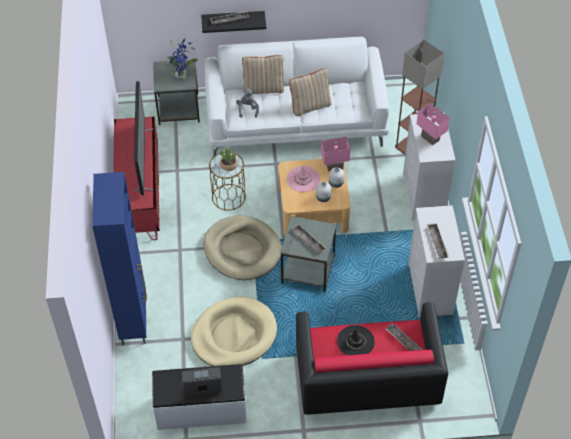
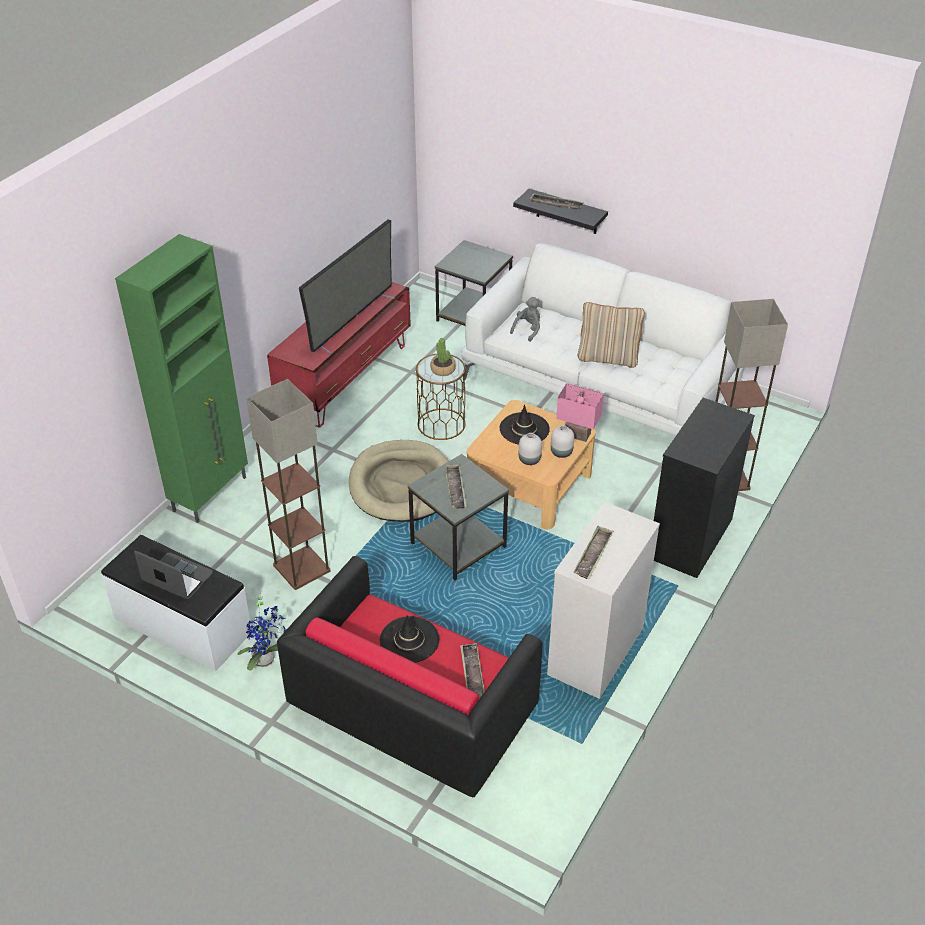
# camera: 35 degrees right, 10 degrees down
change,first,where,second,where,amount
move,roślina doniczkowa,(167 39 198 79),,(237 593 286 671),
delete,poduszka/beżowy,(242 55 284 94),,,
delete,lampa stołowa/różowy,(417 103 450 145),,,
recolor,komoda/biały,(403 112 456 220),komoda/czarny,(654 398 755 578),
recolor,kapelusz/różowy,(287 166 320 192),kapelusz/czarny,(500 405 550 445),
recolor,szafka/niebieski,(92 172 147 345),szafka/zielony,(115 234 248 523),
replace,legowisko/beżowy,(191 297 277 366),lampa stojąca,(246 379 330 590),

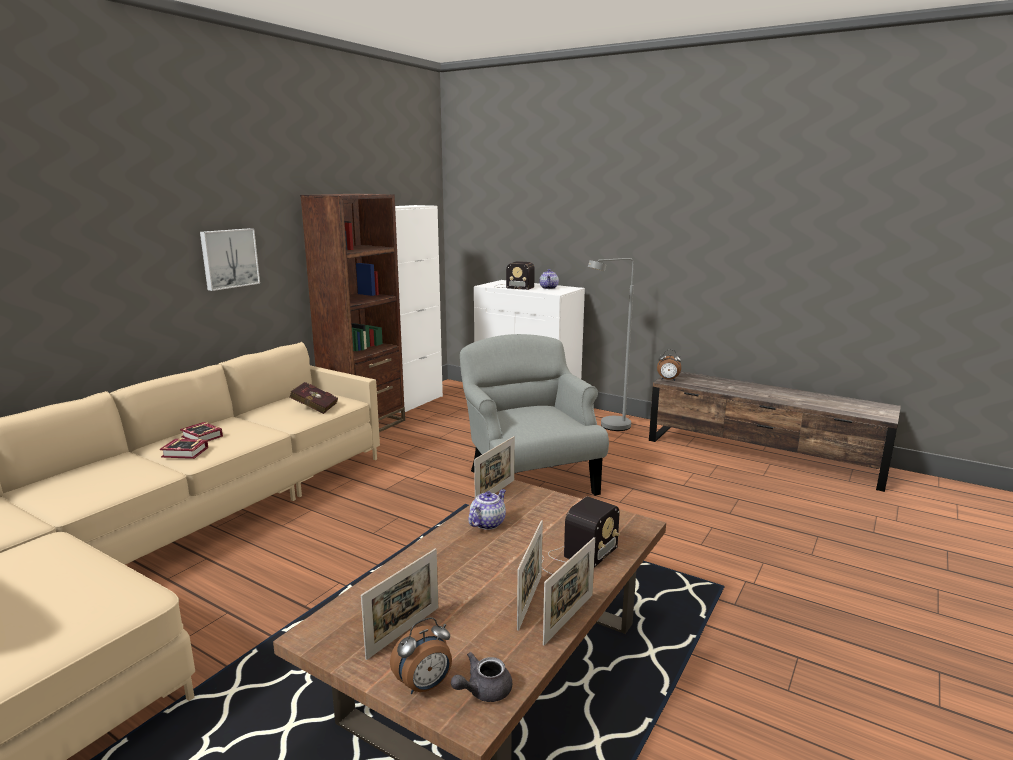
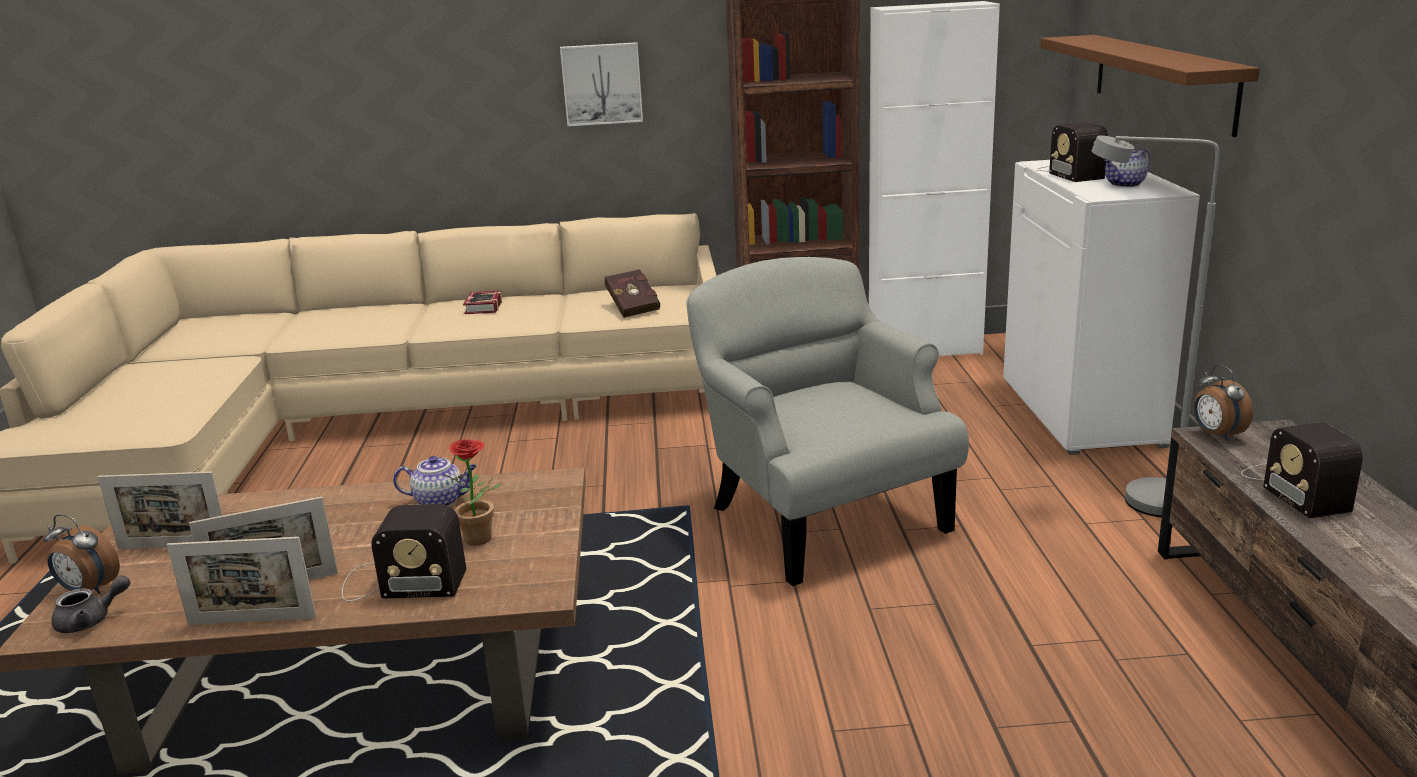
# camera: 55 degrees right, 5 degrees up
change,first,where,second,where,amount
rotate,fotel/szary,(460 334 609 496),,(686 257 969 586),60 degrees counterclockwise
delete,ramka na zdjęcie,(474 436 515 499),,,
delete,książka,(160 438 208 459),,,
rotate,imbryk/szary,(451 652 512 702),,(51 575 131 633),135 degrees clockwise
insert,,,półka/brązowy,(1040 35 1260 137),
insert,,,radio,(1241 422 1363 518),
insert,,,roślina doniczkowa,(442 439 502 546),

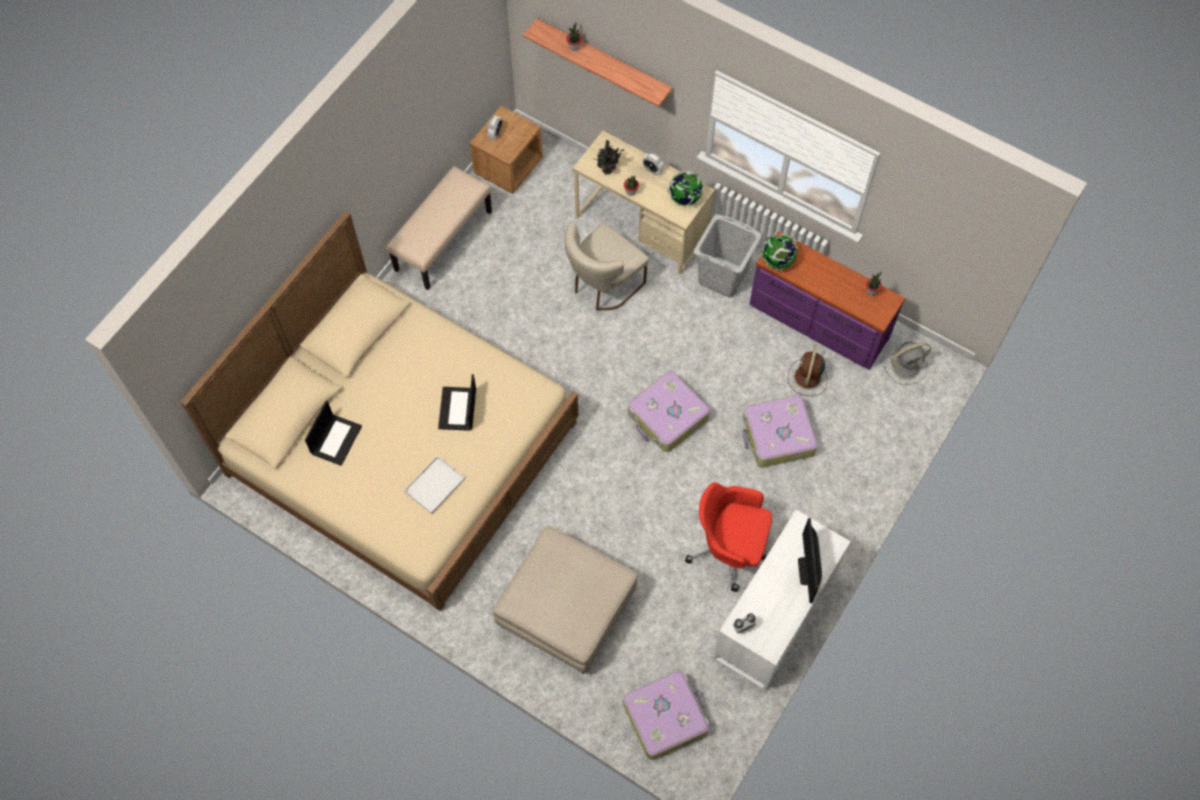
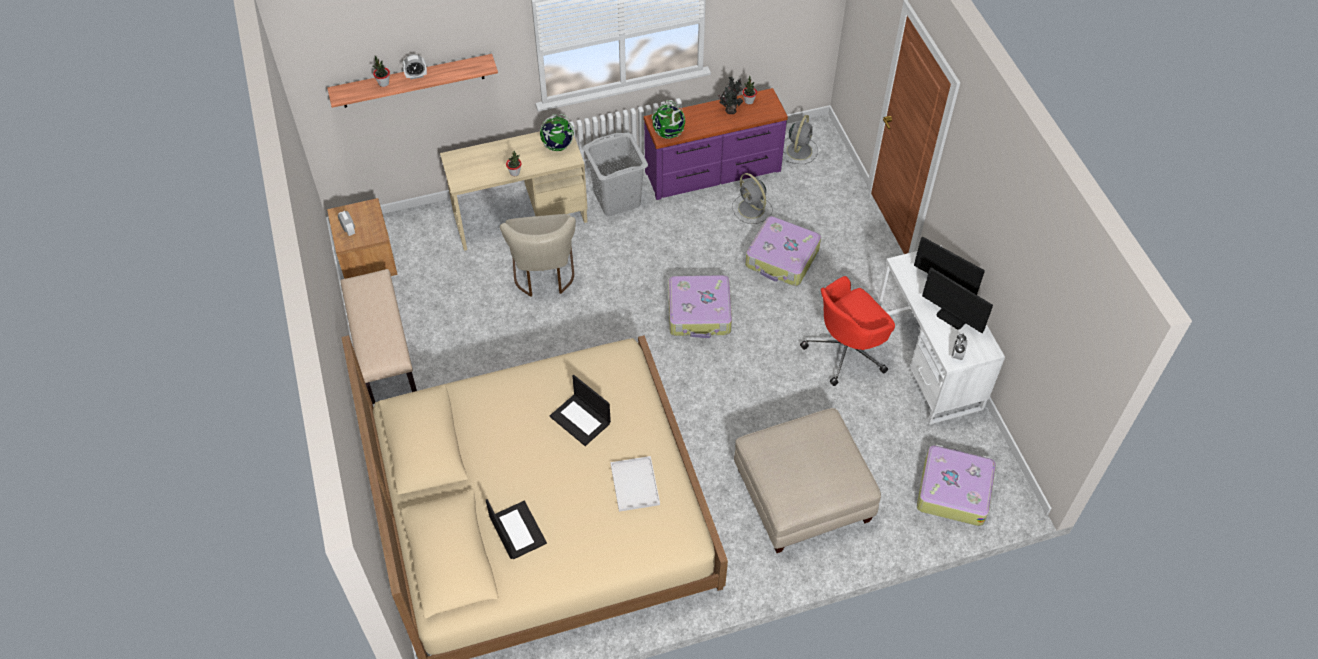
# camera: 50 degrees left, 10 degrees down
change,first,where,second,where,amount
move,roślina doniczkowa,(593 140 624 175),,(718 77 743 114),
move,budzik,(643 153 664 175),,(402 54 427 80),
recolor,wentylator/brązowy,(788 345 827 396),wentylator/szary,(732 173 773 224),
insert,,,monitor,(922 267 993 333),

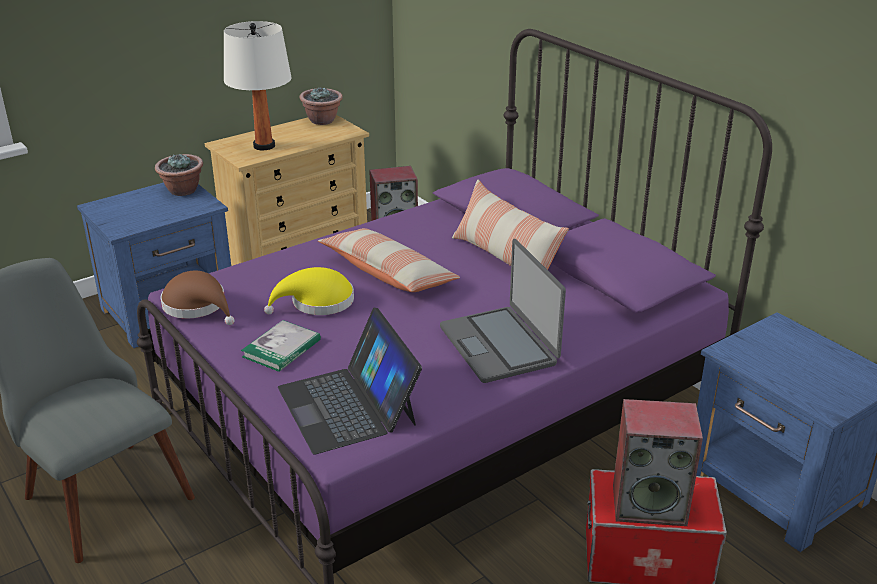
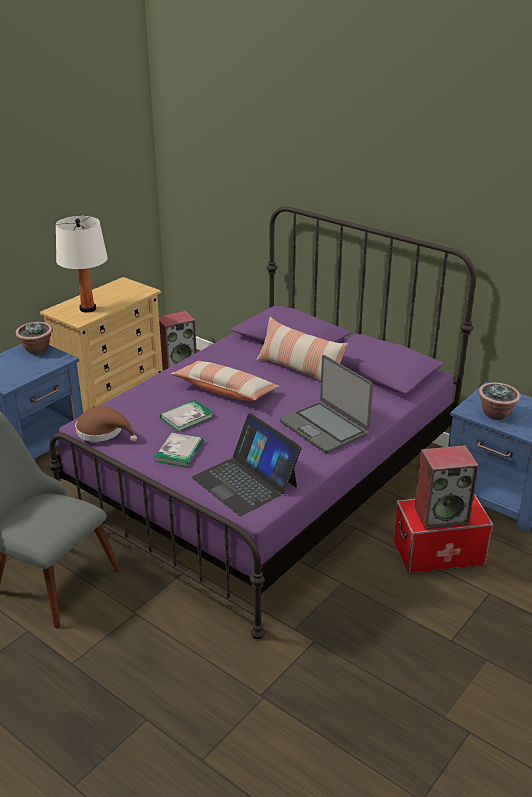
# camera: 15 degrees left, 0 degrees up
change,first,where,second,where,amount
move,roślina doniczkowa,(300 86 343 125),,(478 382 521 420),
replace,kapelusz/żółty,(264 267 354 315),książka,(160 400 214 432),

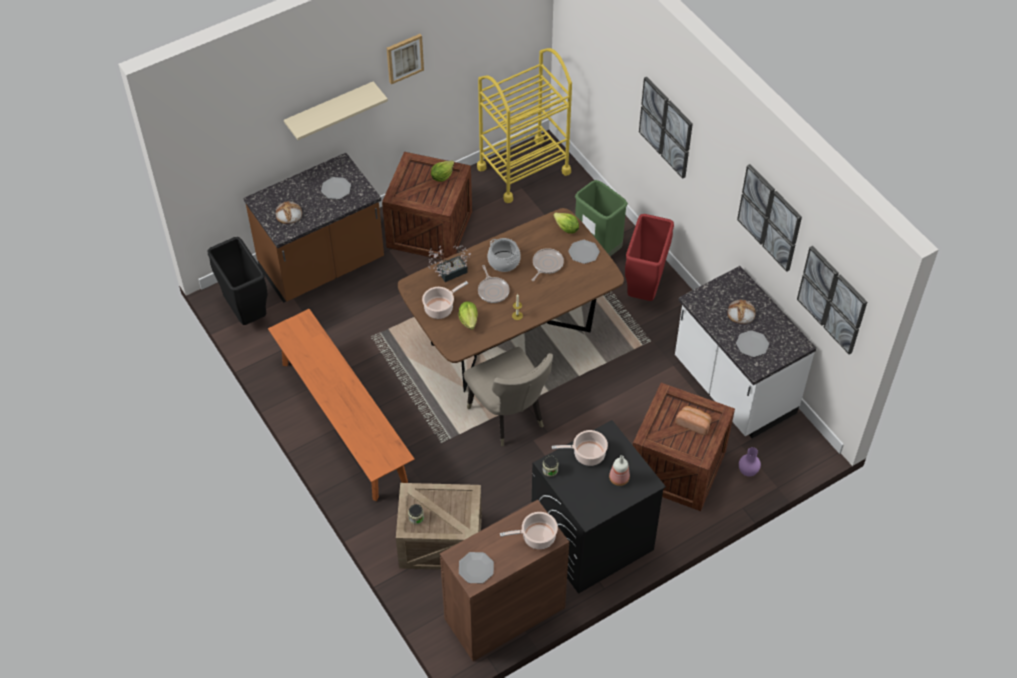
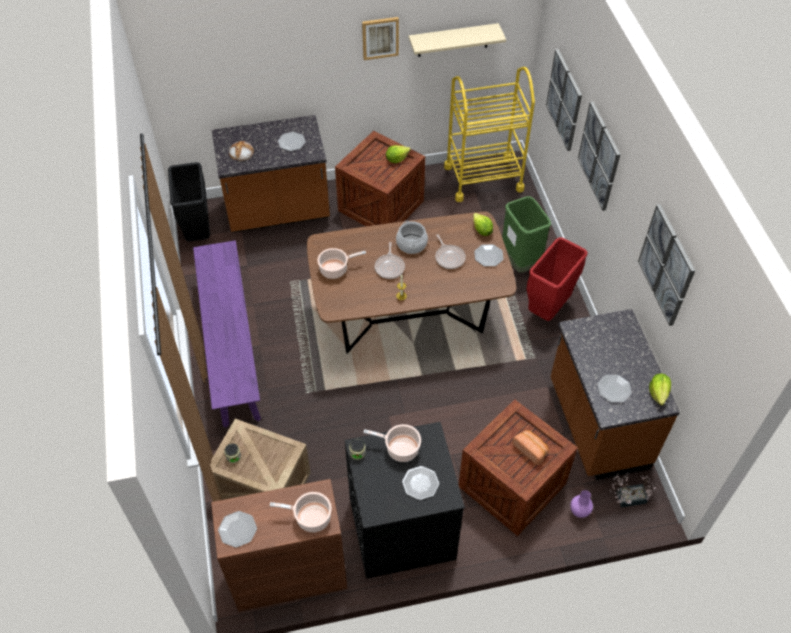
# camera: 20 degrees right, 0 degrees up
change,first,where,second,where,amount
move,półka/beżowy,(284 81 388 140),,(409 23 506 57),
move,roślina doniczkowa,(428 245 471 282),,(610 473 656 508),
move,obraz,(797 246 867 355),,(546 49 582 151),
rotate,patelnia,(532 248 564 281),,(435 234 466 269),105 degrees clockwise
recolor,zabudowa kuchenna/biały,(675 266 816 438),zabudowa kuchenna/brązowy,(550 309 680 480),
delete,chleb,(727 300 756 324),,,
move,sałata,(458 301 478 330),,(649 373 671 405),
recolor,ławka/pomarańczowy,(268 309 415 501),ławka/fioletowy,(193 240 261 428),
delete,krzesło/beżowy,(464 347 553 446),,,
replace,butelka,(609 455 630 486),talerz,(402 466 439 500),

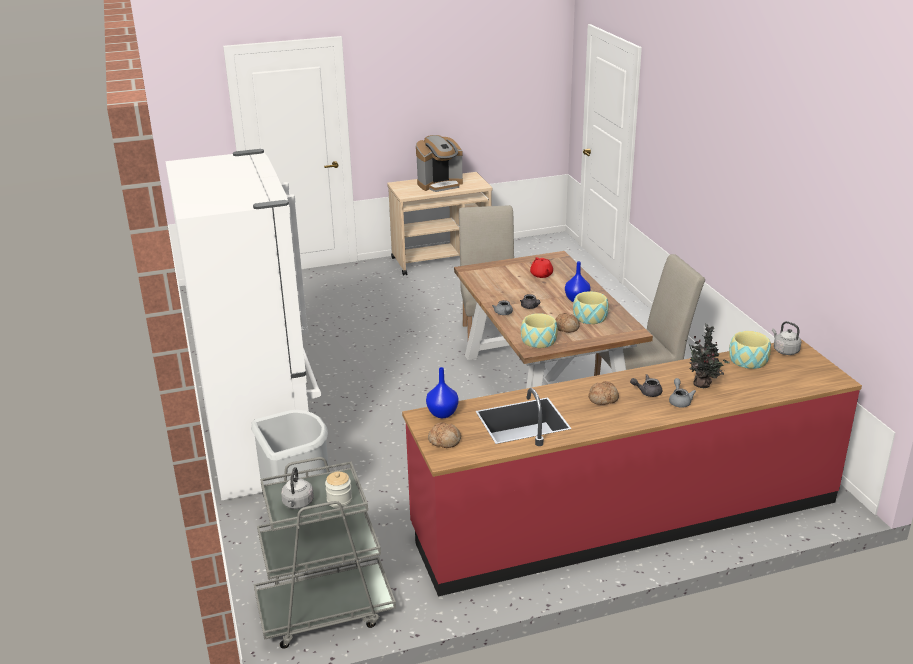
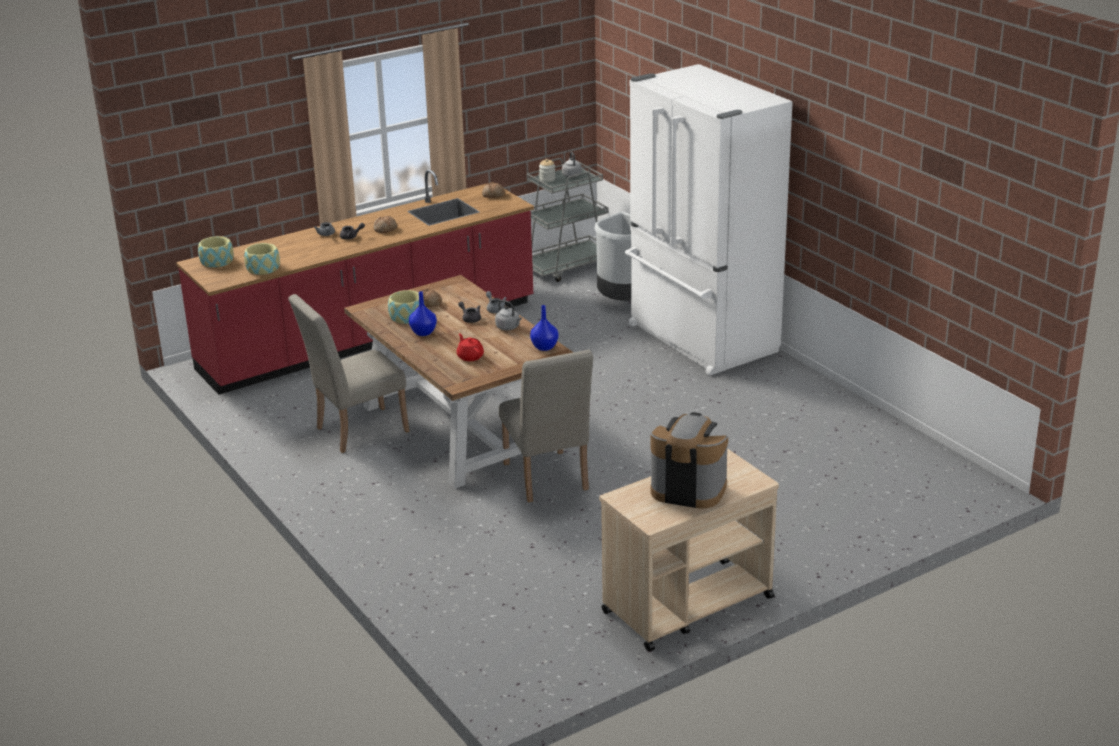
# camera: 165 degrees right, 0 degrees up
change,first,where,second,where,amount
rotate,ekspres do kawy,(416 135 463 192),,(650 412 728 509),60 degrees clockwise
move,miska,(521 313 558 348),,(198 236 233 267),
move,czajnik/szary,(772 321 801 355),,(495 300 522 330),
delete,roślina doniczkowa,(689 324 730 388),,,
move,wazon/niebieski,(426 367 459 418),,(530 305 559 351),

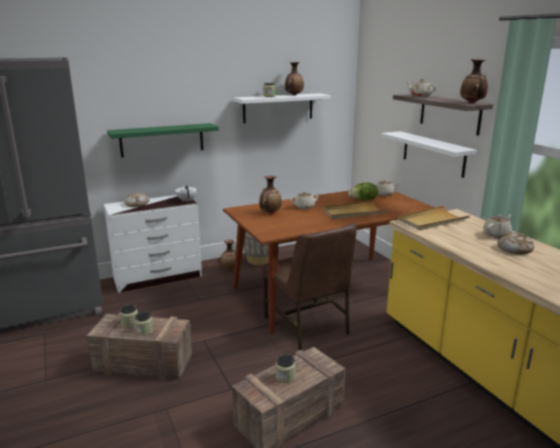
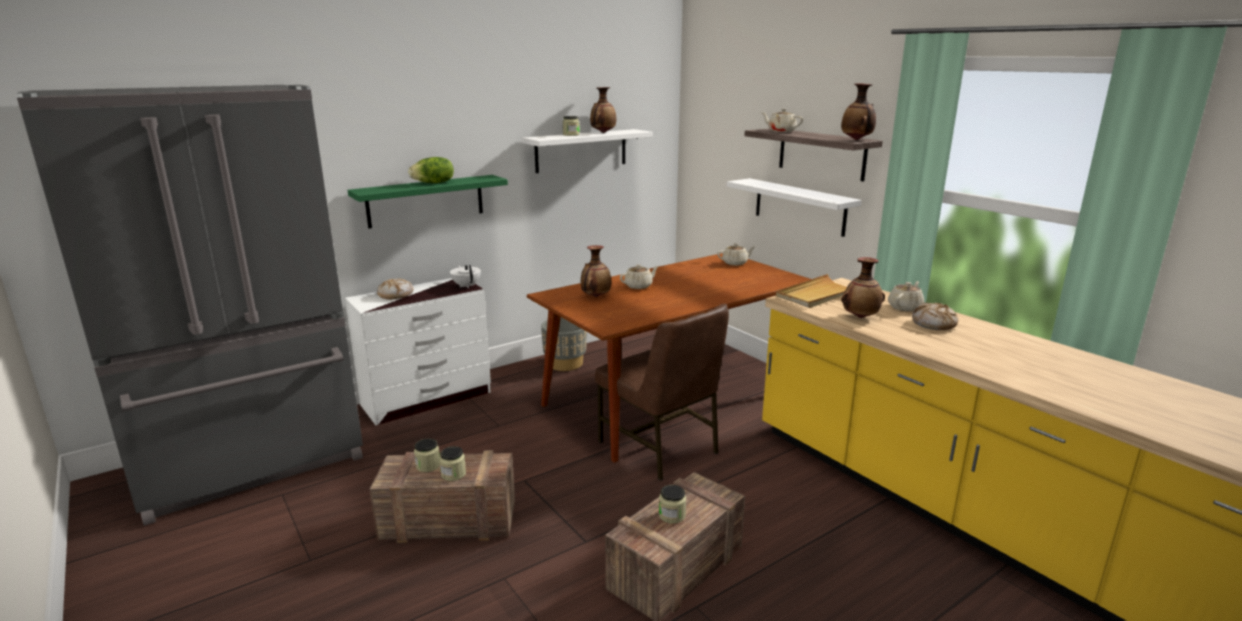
# camera: 10 degrees left, 0 degrees up
change,first,where,second,where,amount
move,sałata,(348 183 378 201),,(408 157 454 183),
delete,taca/beżowy,(323 201 386 219),,,
move,wazon,(218 240 236 271),,(841 257 885 318),

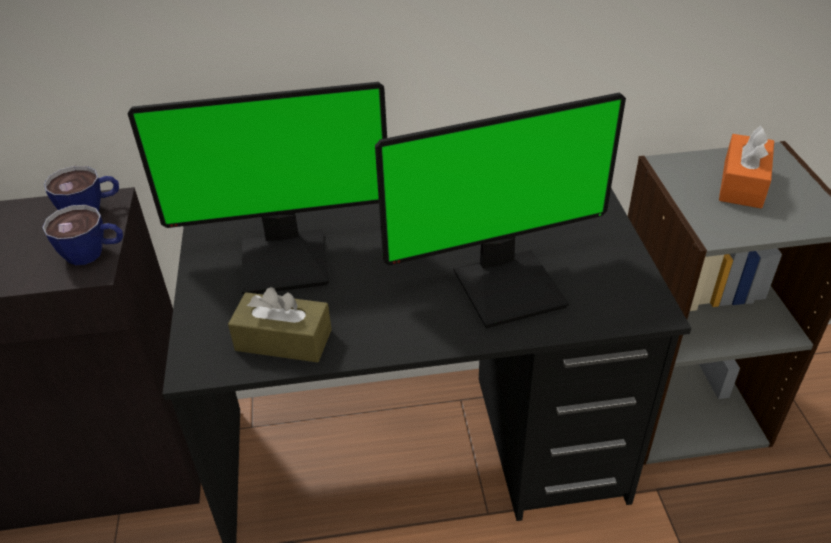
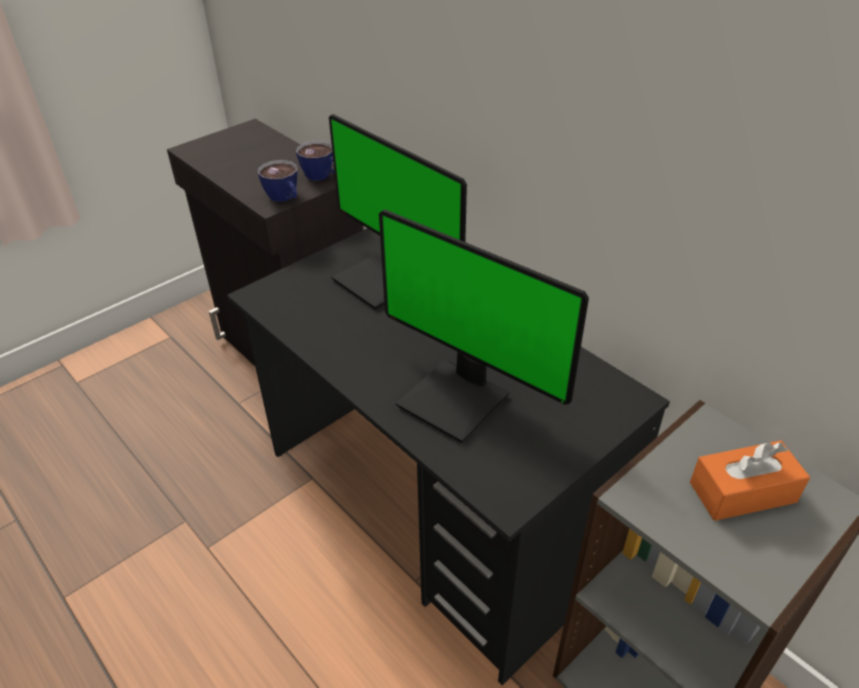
# camera: 55 degrees right, 0 degrees up
change,first,where,second,where,amount
delete,pudełko chusteczek/brązowy,(228 287 332 362),,,

